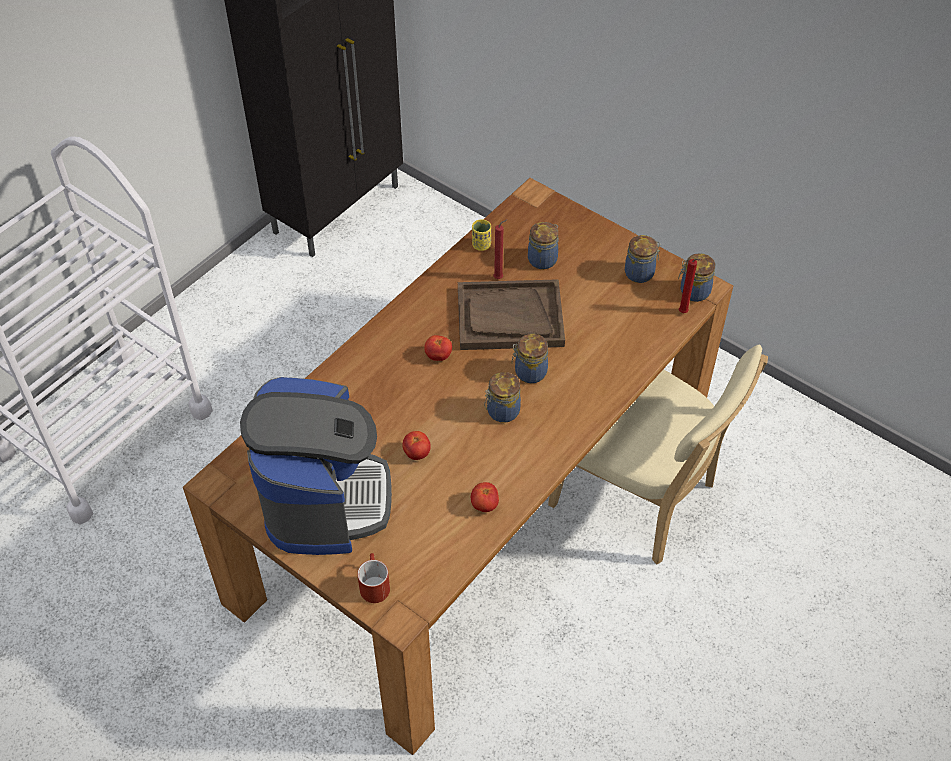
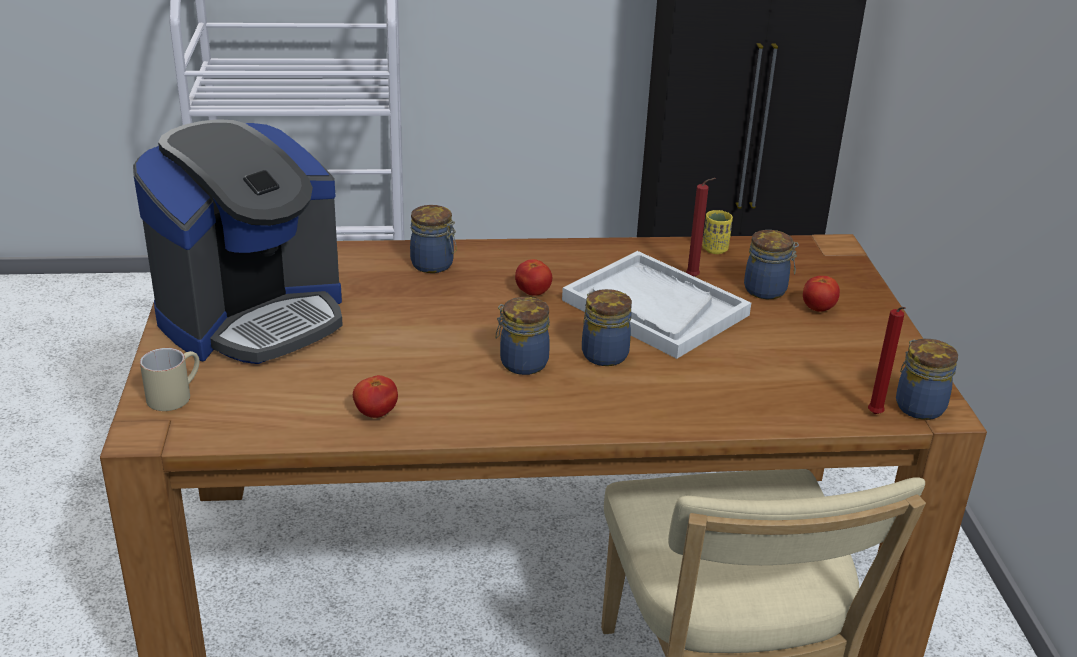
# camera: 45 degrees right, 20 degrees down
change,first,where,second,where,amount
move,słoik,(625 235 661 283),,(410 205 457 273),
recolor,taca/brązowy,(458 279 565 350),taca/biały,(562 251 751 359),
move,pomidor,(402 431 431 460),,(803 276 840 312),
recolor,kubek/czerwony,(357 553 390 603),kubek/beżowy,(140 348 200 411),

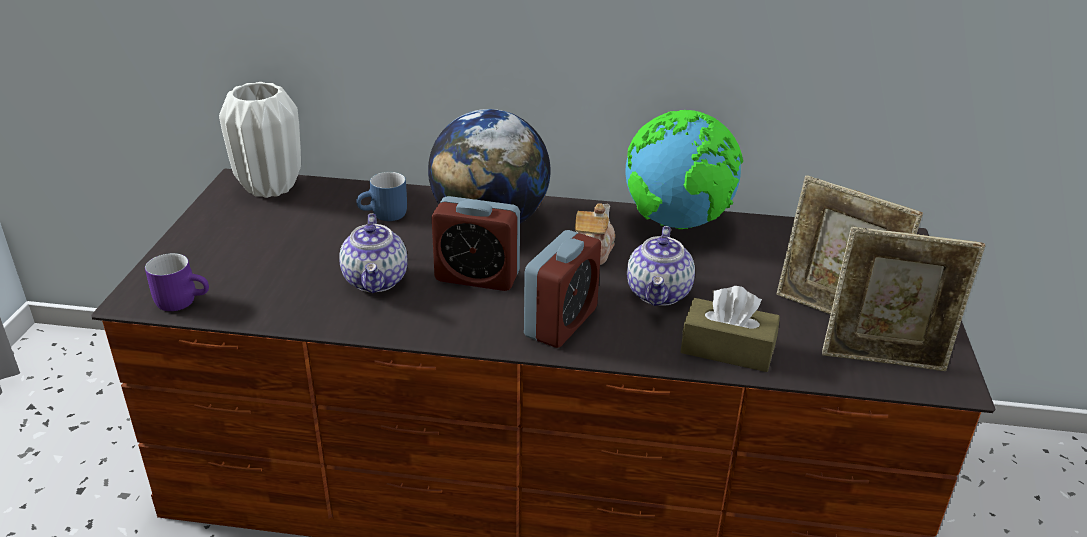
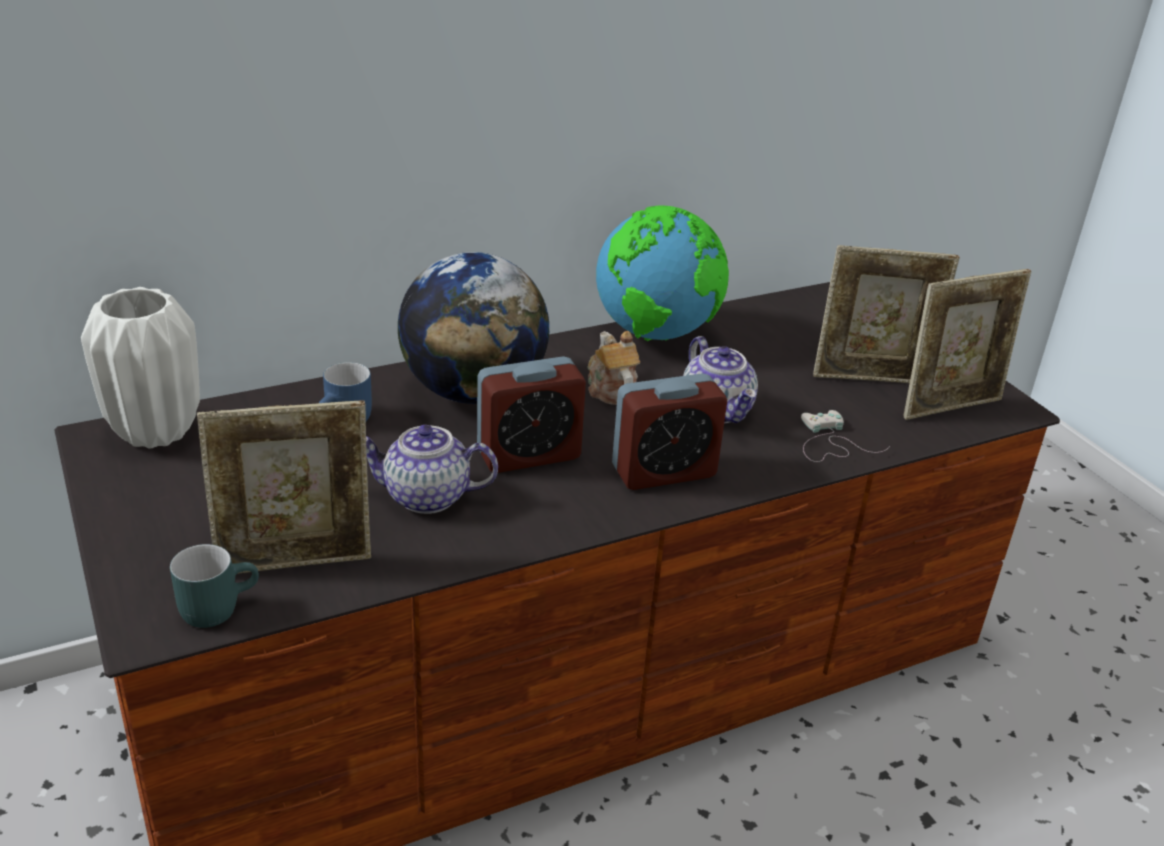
# camera: 35 degrees left, 0 degrees up
change,first,where,second,where,amount
rotate,imbryk,(339 213 408 293),,(366 425 498 514),135 degrees clockwise
rotate,budzik,(524 230 601 348),,(612 373 727 490),75 degrees clockwise
recolor,kubek/fioletowy,(145 253 209 311),kubek/turkusowy,(170 544 259 628),
replace,pudełko chusteczek/brązowy,(681 286 780 372),pad do gier/biały,(801 410 890 462),
insert,,,ramka na zdjęcie,(197 400 371 574),

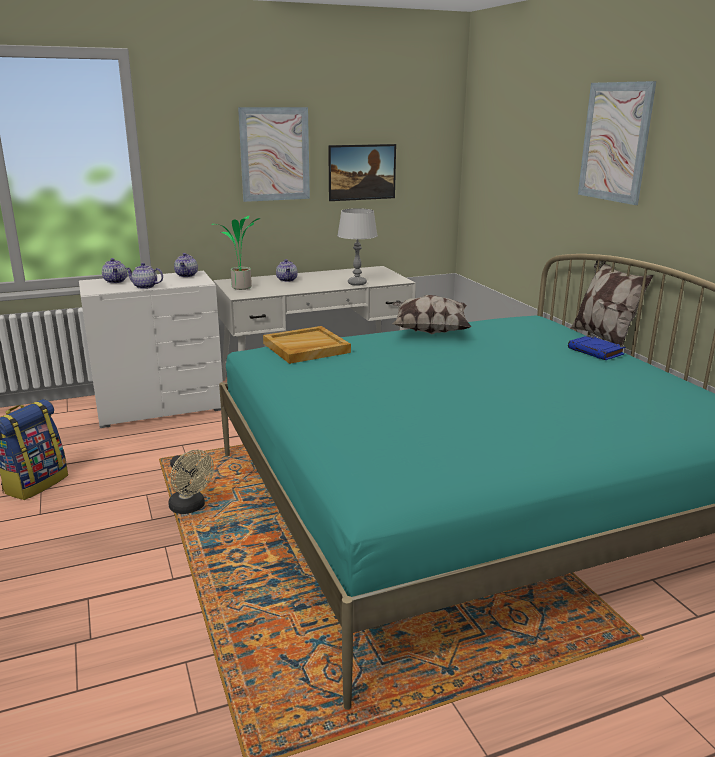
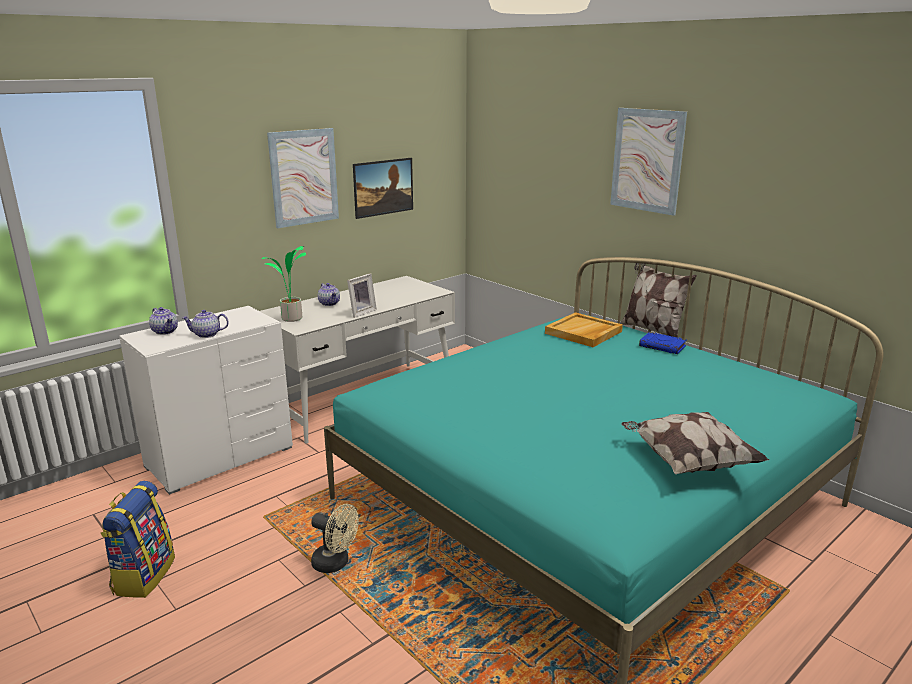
# camera: 20 degrees left, 0 degrees up
change,first,where,second,where,amount
delete,lampa stołowa/szary,(337 208 378 286),,,
delete,imbryk,(174 253 198 277),,,
move,poduszka,(392 295 472 335),,(621 412 769 474),
move,taca/beżowy,(263 326 351 364),,(545 312 623 347),
insert,,,ramka na zdjęcie,(347 273 377 318),

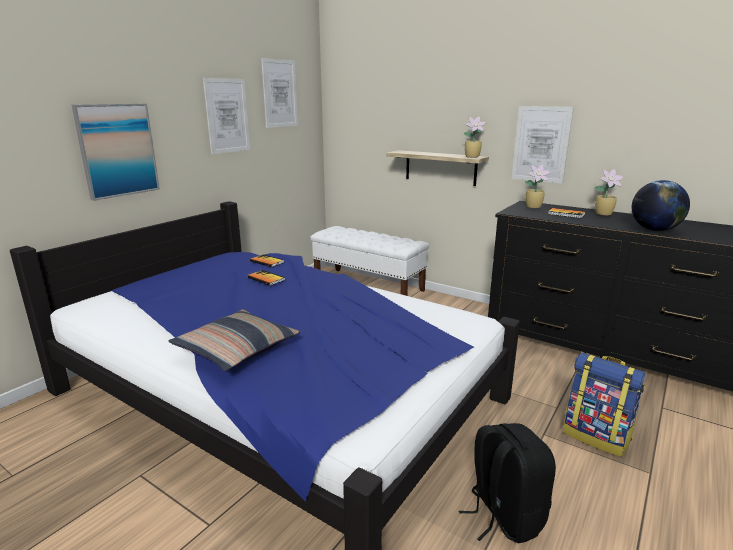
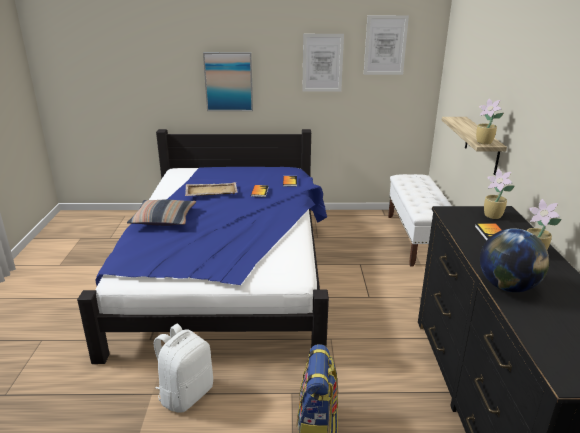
# camera: 55 degrees right, 5 degrees up
change,first,where,second,where,amount
delete,obraz,(512 106 574 184),,,
recolor,plecak/czarny,(459 423 556 543),plecak/biały,(154 324 213 413),
insert,,,taca/beżowy,(185 182 238 196),

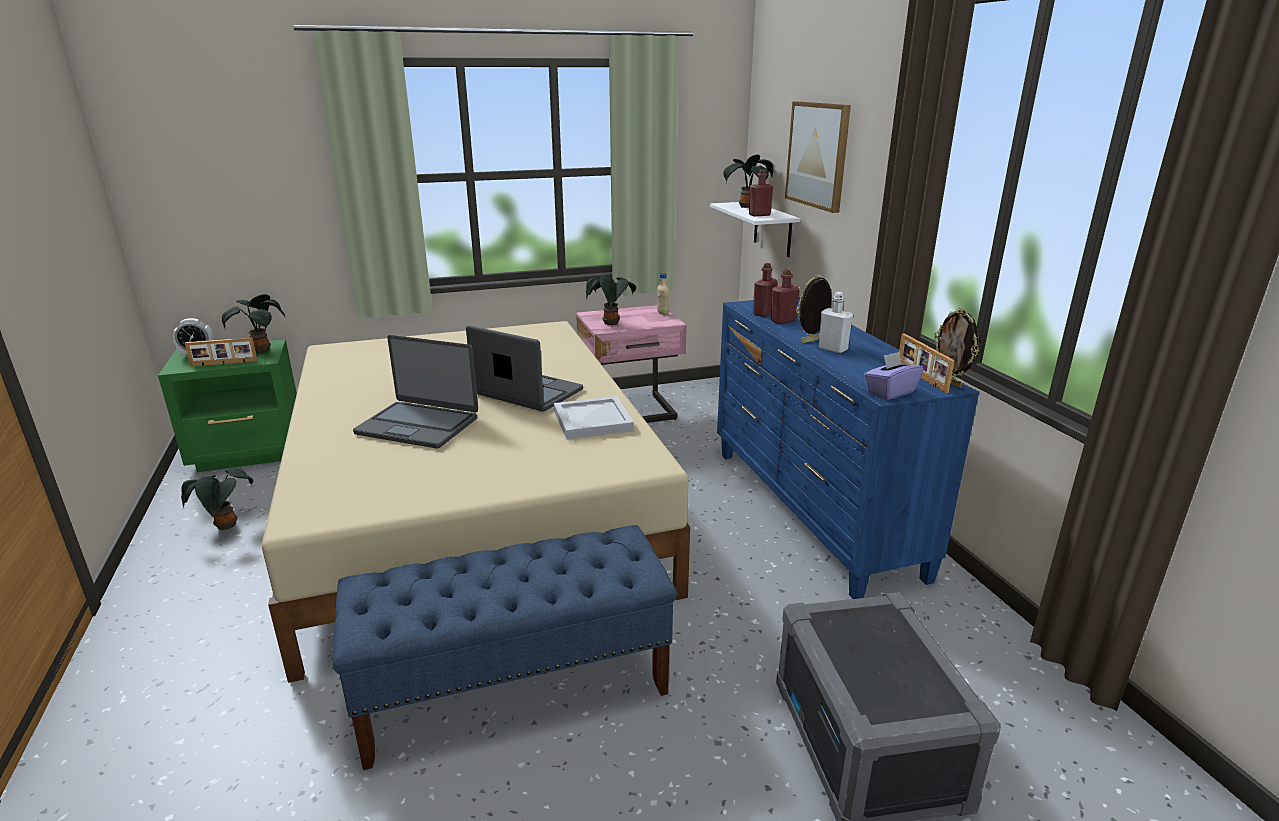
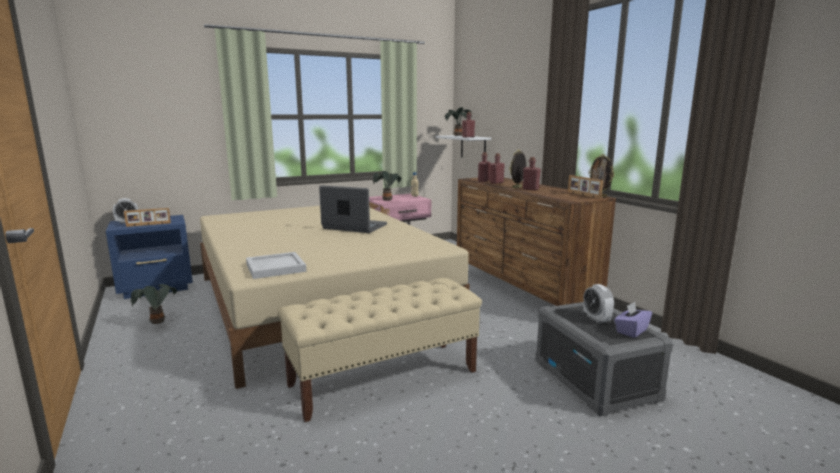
# camera: 10 degrees left, 10 degrees down
change,first,where,second,where,amount
delete,obraz,(785 101 851 213),,,
recolor,butelka/biały,(819 292 853 353),butelka/czerwony,(523 157 541 190),
delete,roślina doniczkowa,(222 294 285 353),,,
recolor,komoda/niebieski,(717 297 979 599),komoda/brązowy,(457 178 616 306),
delete,laptop,(353 335 478 449),,,
recolor,szafka nocna/zielony,(158 339 297 472),szafka nocna/niebieski,(106 215 193 299),
move,pudełko chusteczek/fioletowy,(864 351 923 400),,(614 302 652 338),
move,taca/biały,(554 396 634 440),,(246 252 307 279),
recolor,ławka/niebieski,(333 525 677 770),ławka/beżowy,(278 278 482 422),
insert,,,budzik,(583 284 614 324),

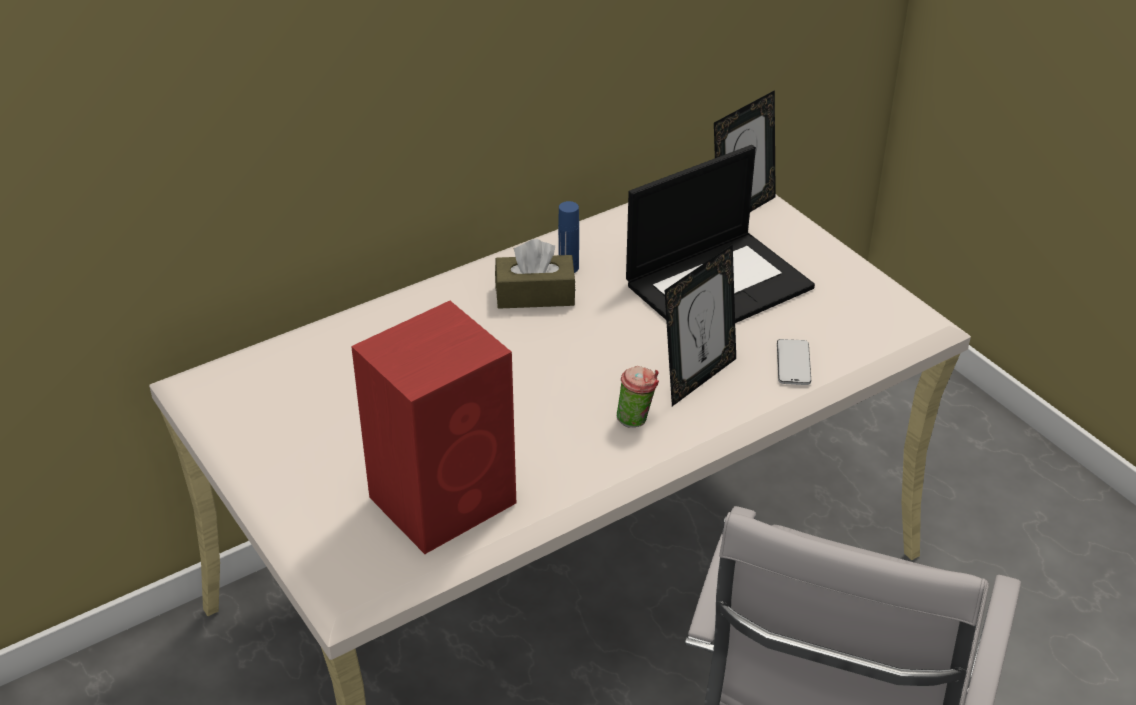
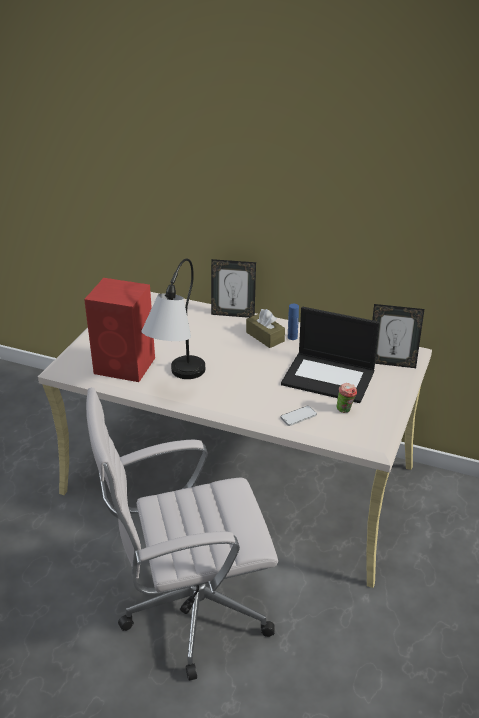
# camera: 55 degrees right, 5 degrees down
change,first,where,second,where,amount
move,ramka na zdjęcie,(664 244 736 406),,(211 259 256 318),
move,filiżanka,(617 366 659 427),,(337 383 357 413),
insert,,,lampa stołowa,(141 259 205 379),

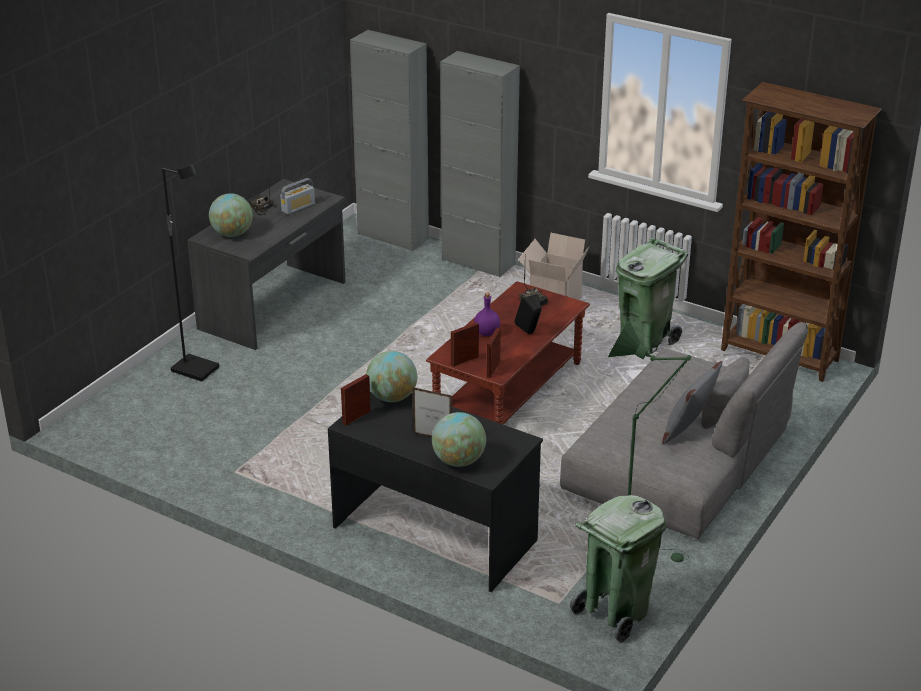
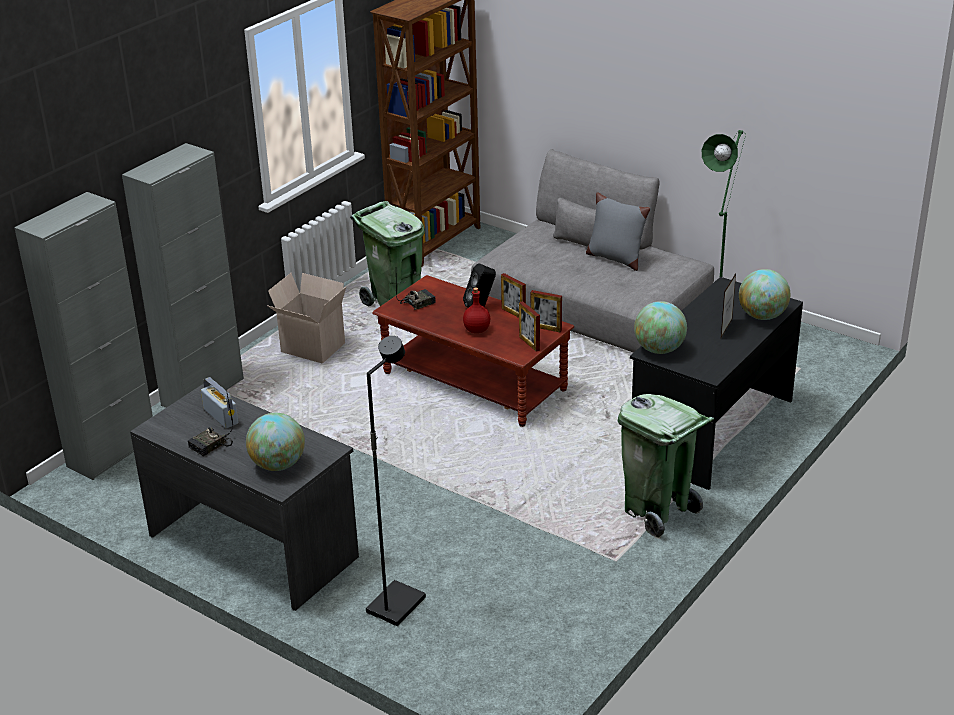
# camera: 85 degrees left, 0 degrees up
change,first,where,second,where,amount
recolor,butelka/fioletowy,(474 293 500 336),butelka/czerwony,(463 287 490 333),
move,ramka na zdjęcie,(341 374 371 426),,(501 273 526 318),
move,kosz na śmieci/zielony,(570 495 666 643),,(618 394 714 539),

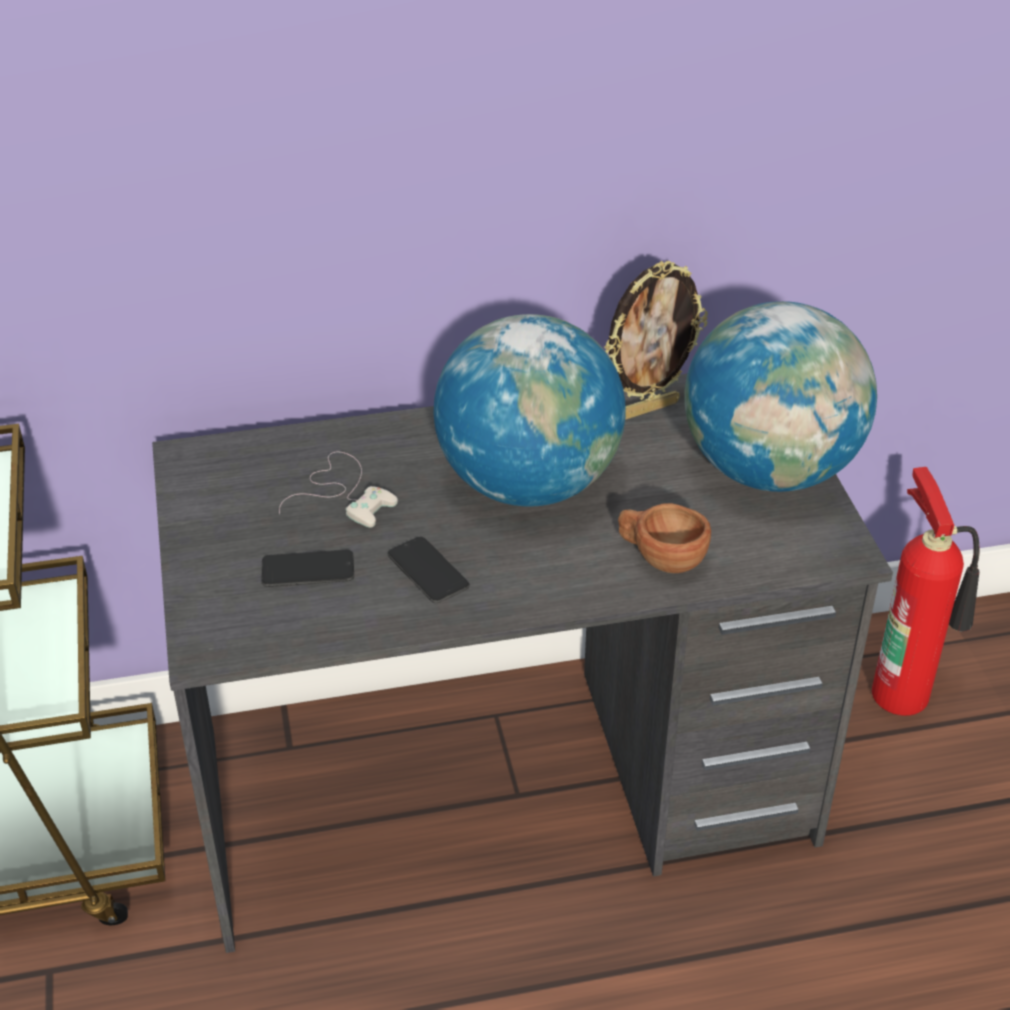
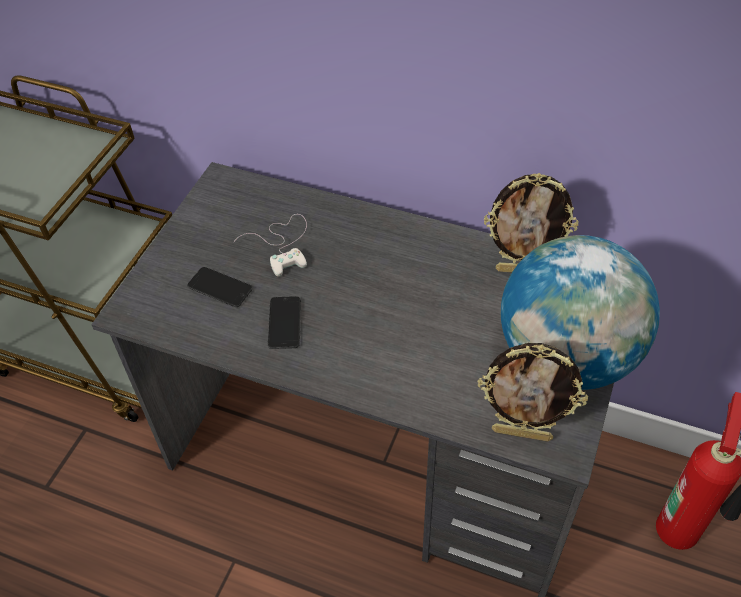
# camera: 35 degrees right, 10 degrees up
change,first,where,second,where,amount
delete,globus,(433 314 626 507),,,
delete,filiżanka/brązowy,(618 503 711 573),,,
insert,,,ramka na zdjęcie,(478 343 588 442),

